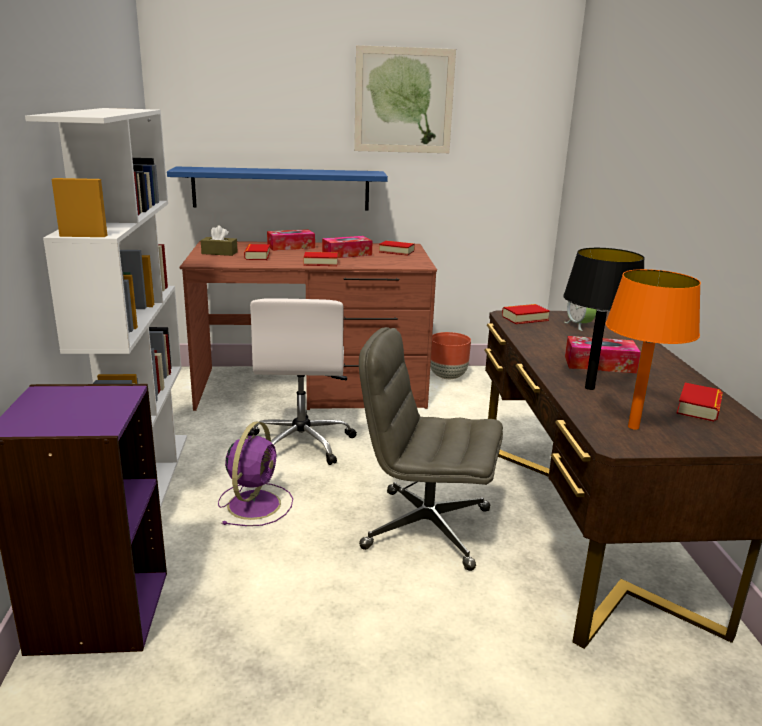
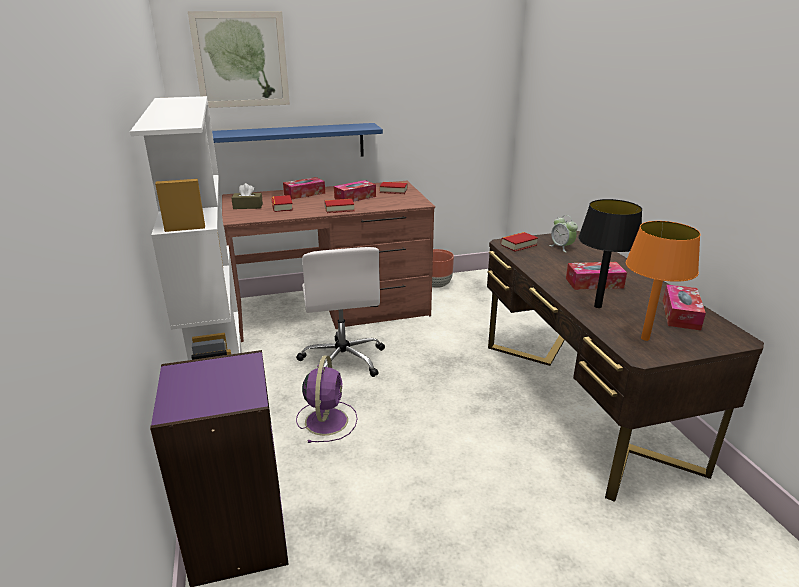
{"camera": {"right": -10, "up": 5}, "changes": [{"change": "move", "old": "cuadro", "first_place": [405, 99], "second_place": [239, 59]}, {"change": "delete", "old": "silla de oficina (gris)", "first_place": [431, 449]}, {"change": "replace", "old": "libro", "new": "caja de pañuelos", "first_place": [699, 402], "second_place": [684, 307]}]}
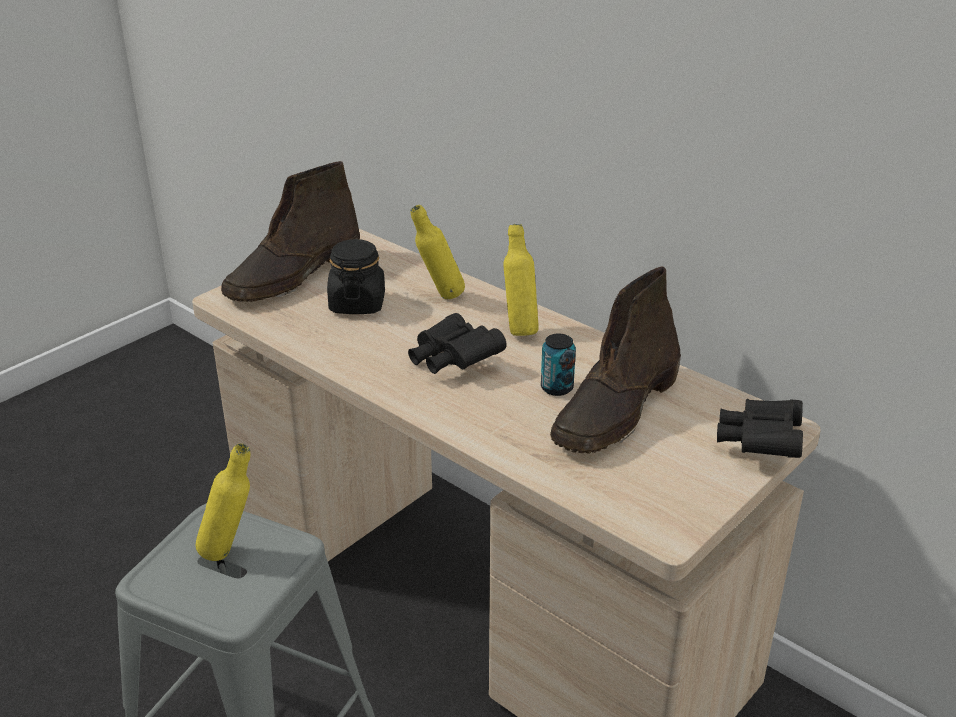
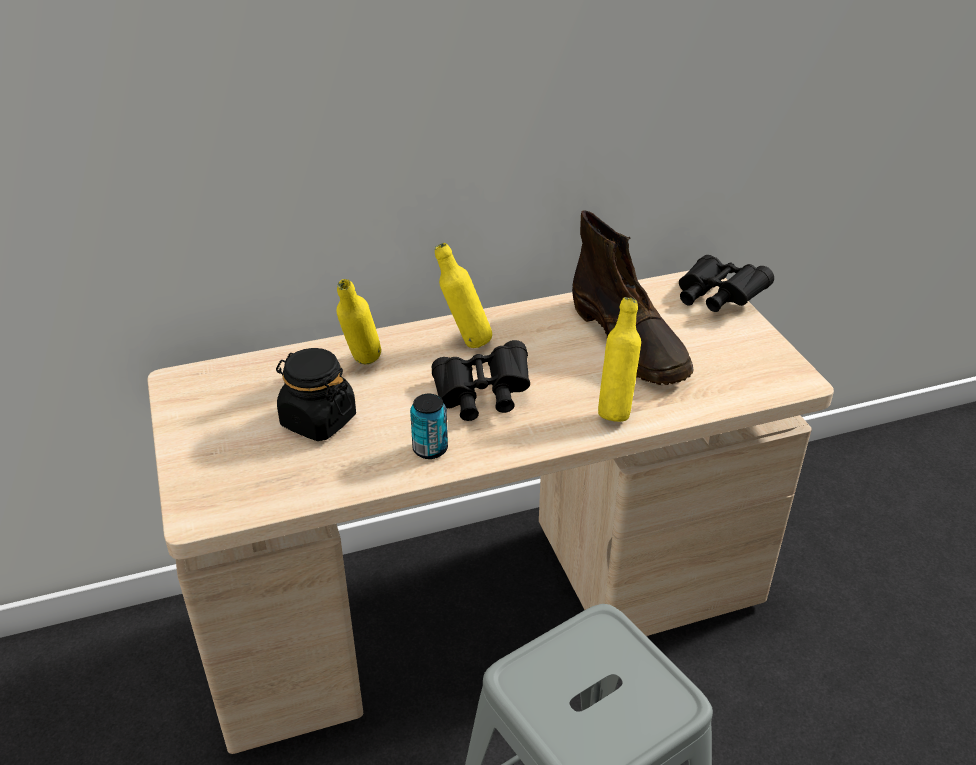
{"camera": {"right": -60, "up": 5}, "changes": [{"change": "move", "old": "botella (amarillo)", "first_place": [223, 502], "second_place": [619, 359]}, {"change": "delete", "old": "bota (marrón)", "first_place": [290, 231]}, {"change": "move", "old": "lata", "first_place": [558, 364], "second_place": [429, 426]}]}
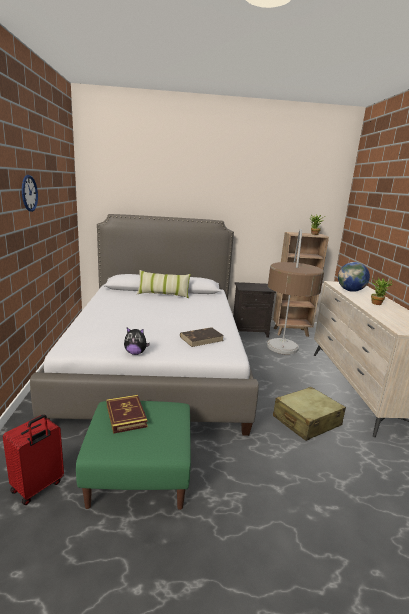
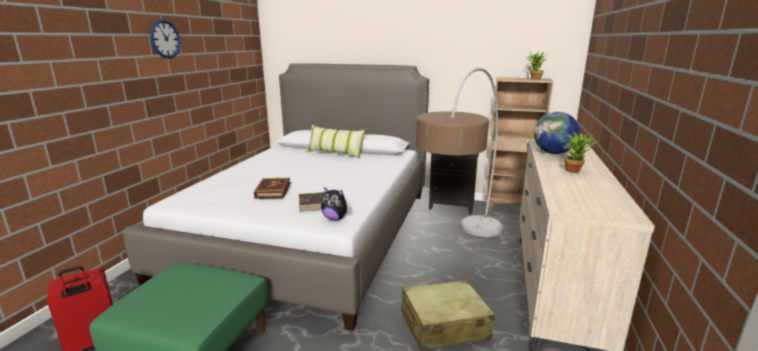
{"camera": {"right": 20, "up": 0}, "changes": [{"change": "move", "old": "libro", "first_place": [127, 414], "second_place": [272, 188]}, {"change": "move", "old": "peluche", "first_place": [137, 341], "second_place": [336, 204]}]}
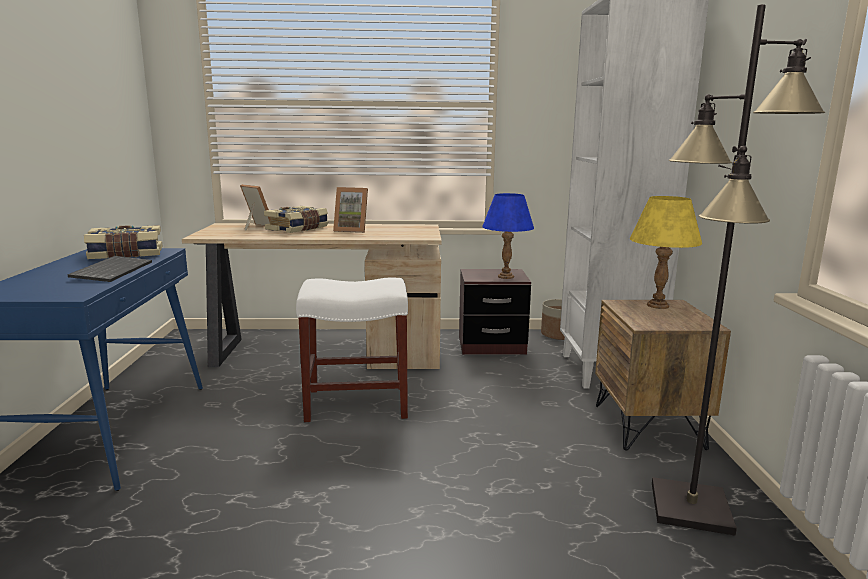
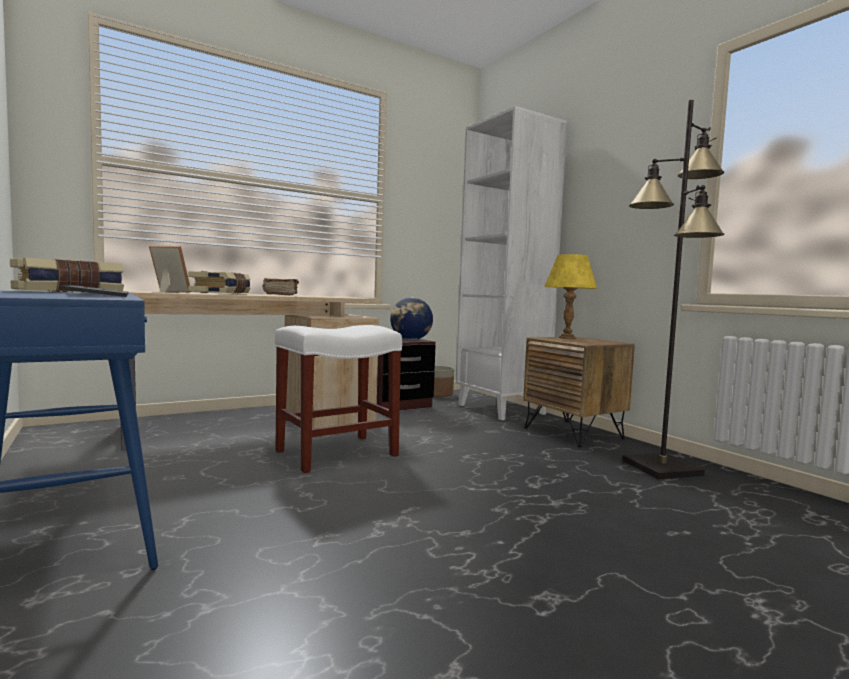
{"camera": {"right": -30, "up": -10}, "changes": [{"change": "replace", "old": "portarretratos", "new": "libro (marrón)", "first_place": [350, 210], "second_place": [280, 286]}, {"change": "replace", "old": "lámpara de mesa (azul)", "new": "globo terráqueo", "first_place": [508, 236], "second_place": [411, 318]}]}
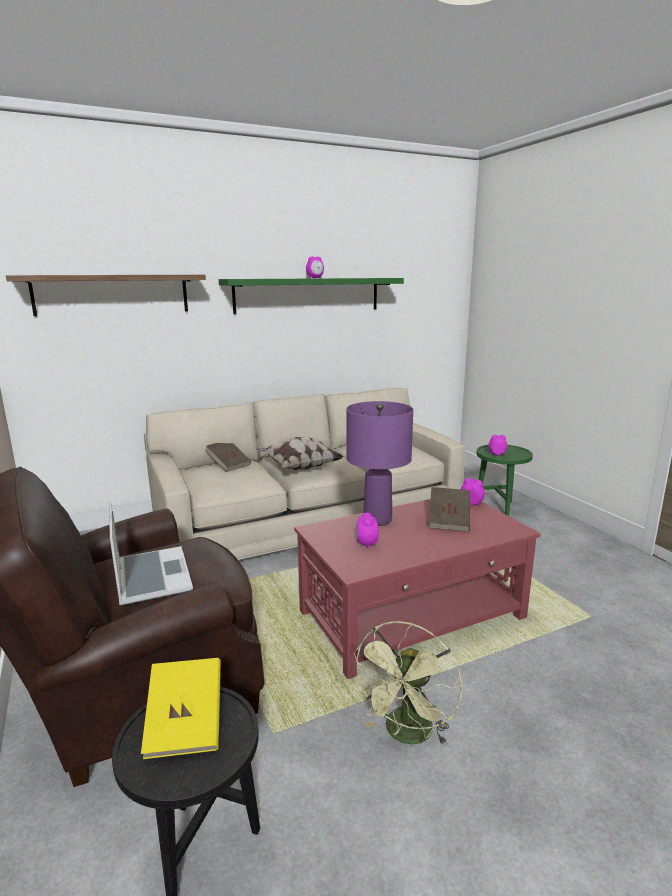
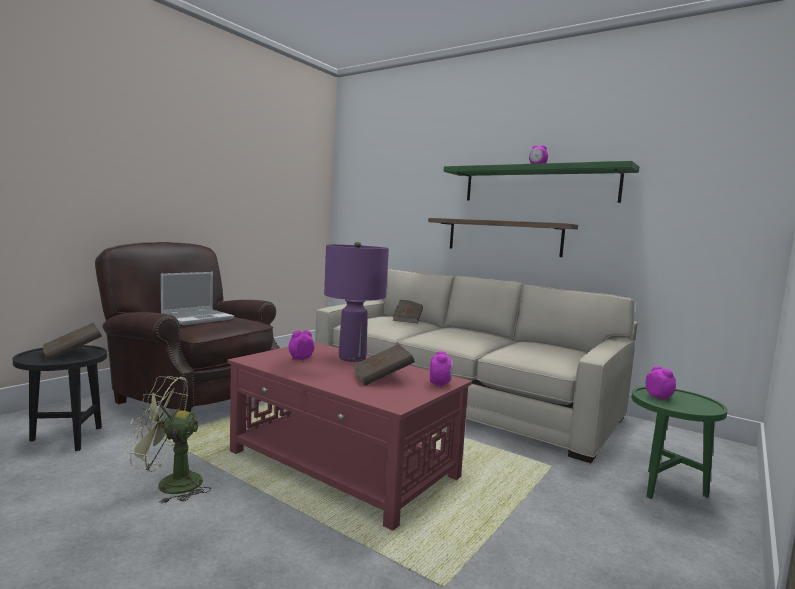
{"camera": {"right": 60, "up": -10}, "changes": [{"change": "move", "old": "estante", "first_place": [106, 295], "second_place": [503, 237]}, {"change": "recolor", "old": "libro (amarillo)", "new": "libro (marrón)", "first_place": [181, 708], "second_place": [72, 341]}, {"change": "delete", "old": "cojín", "first_place": [299, 453]}]}
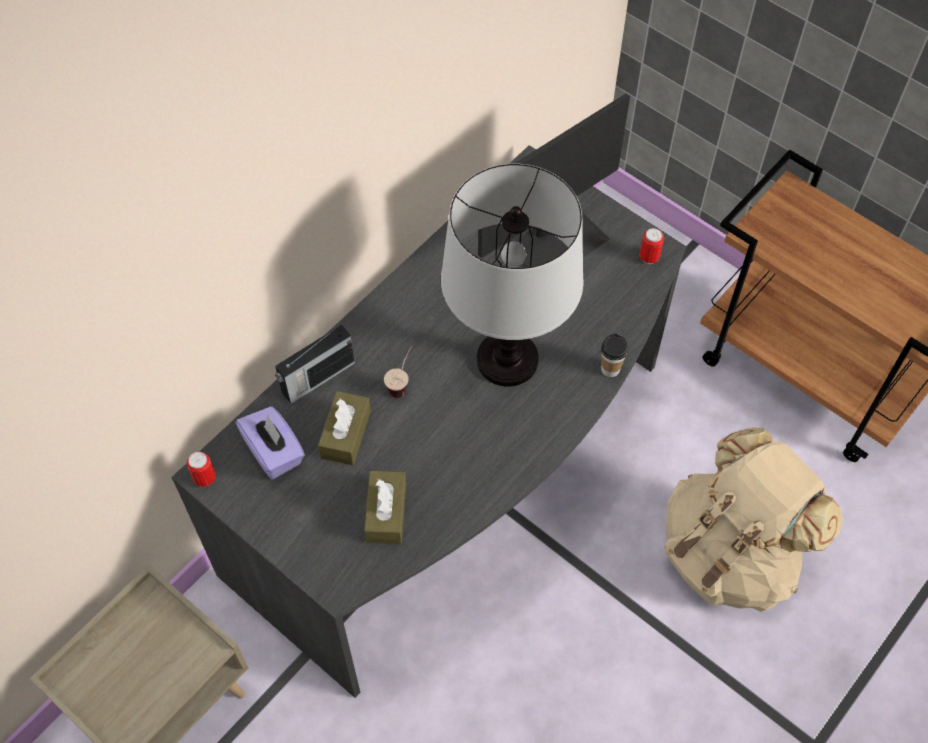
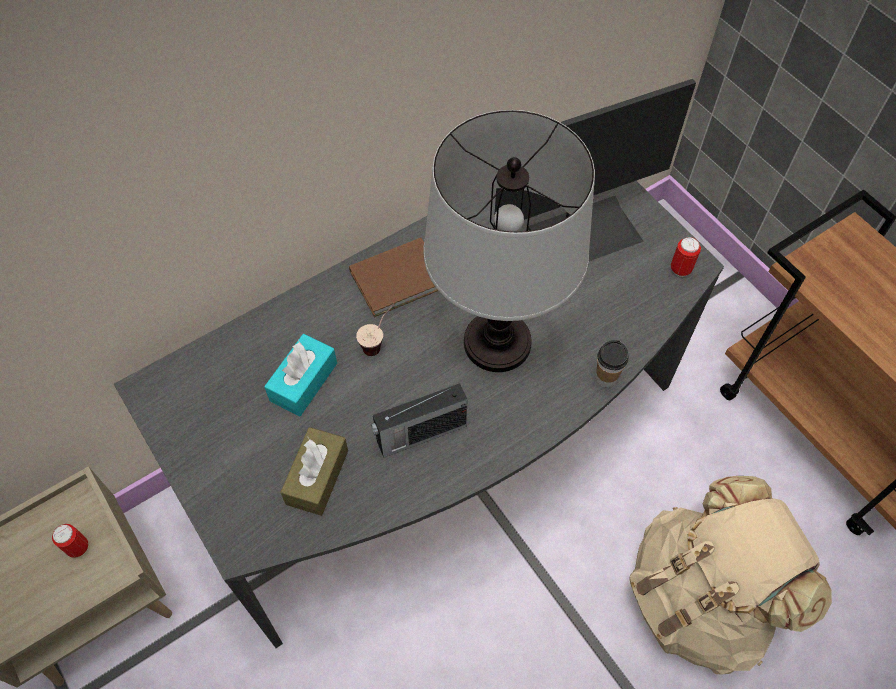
{"camera": {"right": 15, "up": 0}, "changes": [{"change": "move", "old": "lata", "first_place": [201, 469], "second_place": [70, 541]}, {"change": "delete", "old": "caja de pañuelos (morado)", "first_place": [270, 442]}, {"change": "move", "old": "radio", "first_place": [315, 364], "second_place": [419, 420]}, {"change": "recolor", "old": "caja de pañuelos (marrón)", "new": "caja de pañuelos (turquesa)", "first_place": [344, 428], "second_place": [300, 375]}, {"change": "insert", "new": "libro (marrón)", "second_place": [393, 277]}]}
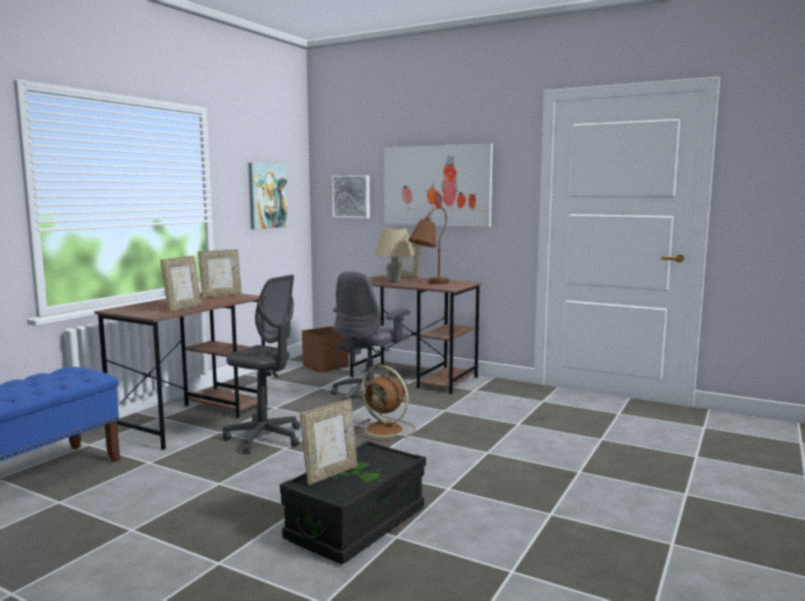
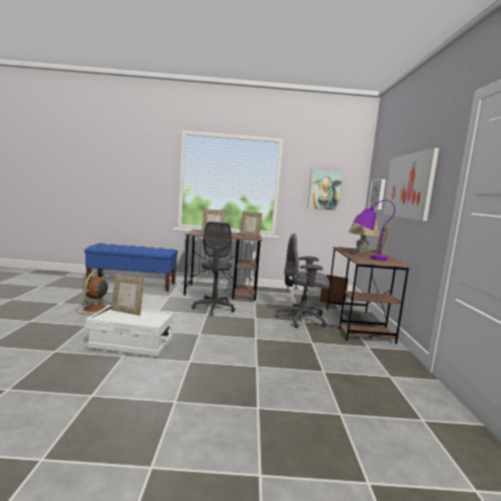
{"camera": {"right": 60, "up": 0}, "changes": [{"change": "recolor", "old": "caja de almacenaje (negro)", "new": "caja de almacenaje (blanco)", "first_place": [353, 502], "second_place": [130, 331]}, {"change": "move", "old": "ventilador (marrón)", "first_place": [385, 403], "second_place": [94, 292]}, {"change": "recolor", "old": "lámpara de mesa (marrón)", "new": "lámpara de mesa (morado)", "first_place": [428, 245], "second_place": [374, 230]}]}
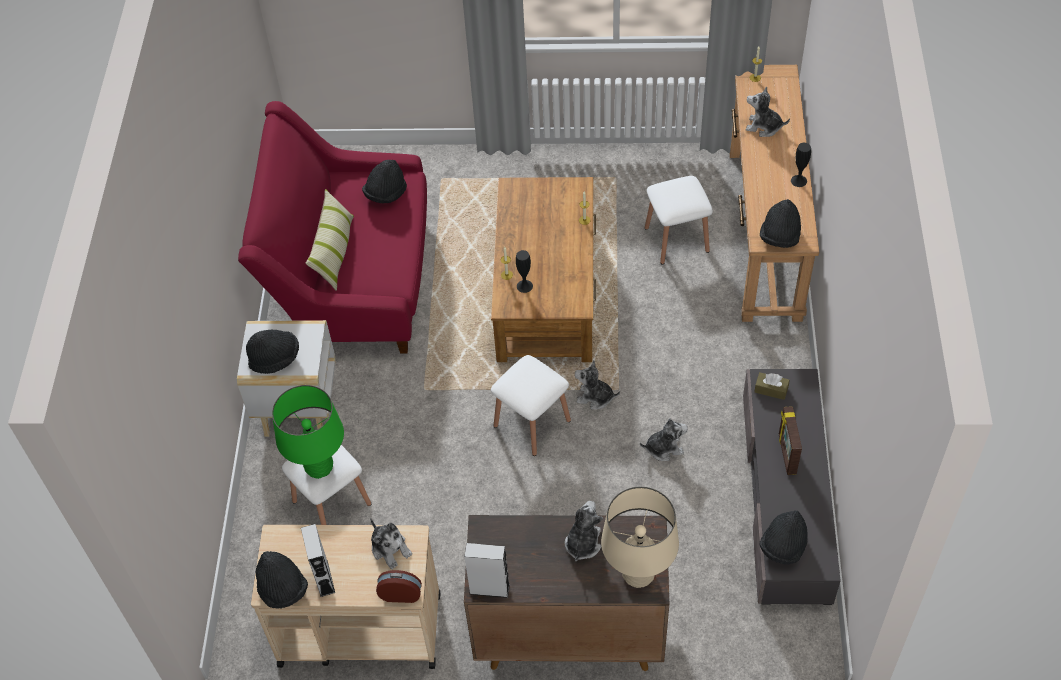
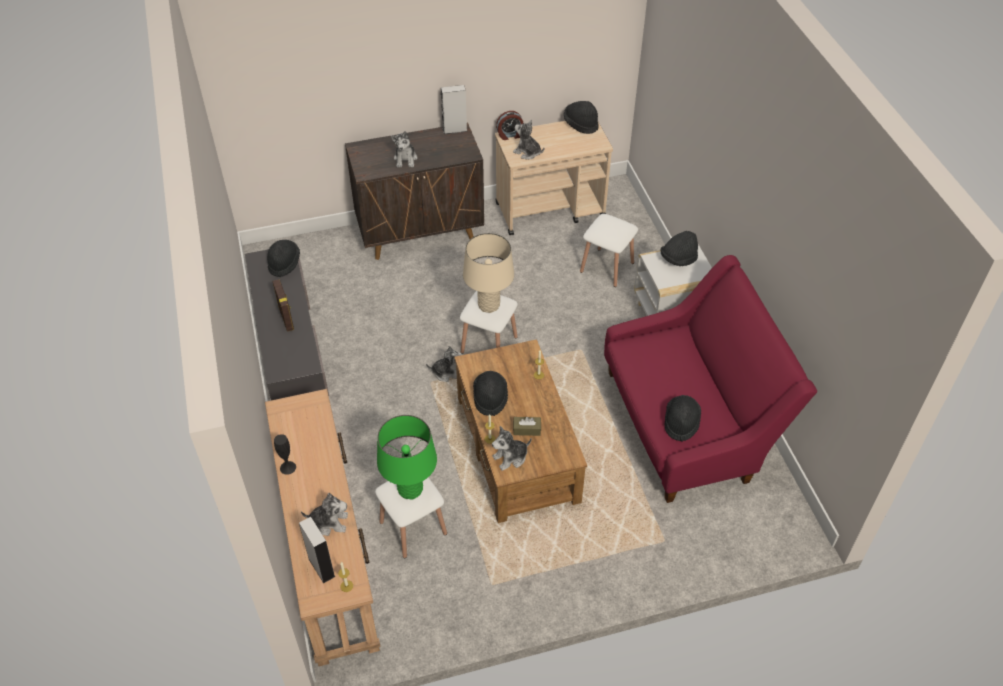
{"camera": {"right": 160, "up": -5}, "changes": [{"change": "move", "old": "lámpara de mesa (verde)", "first_place": [308, 432], "second_place": [407, 457]}, {"change": "move", "old": "altavoz (gris)", "first_place": [318, 560], "second_place": [317, 550]}, {"change": "delete", "old": "cojín", "first_place": [330, 240]}, {"change": "delete", "old": "florero (negro)", "first_place": [524, 271]}, {"change": "move", "old": "lámpara de mesa (beis)", "first_place": [640, 537], "second_place": [488, 273]}, {"change": "move", "old": "peluche", "first_place": [664, 439], "second_place": [512, 448]}, {"change": "move", "old": "caja de pañuelos (marrón)", "first_place": [772, 386], "second_place": [527, 426]}, {"change": "move", "old": "sombrero (negro)", "first_place": [780, 223], "second_place": [490, 393]}]}
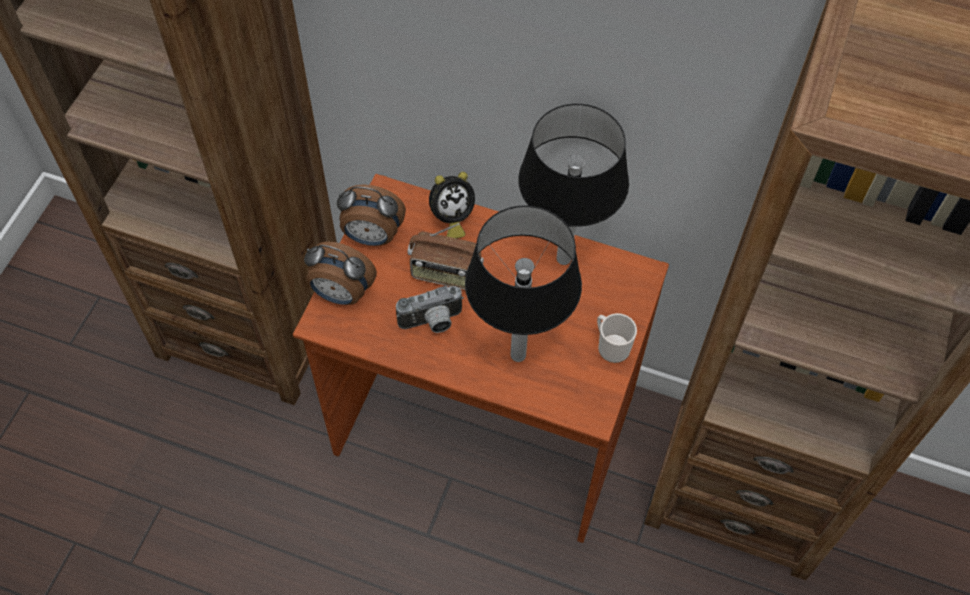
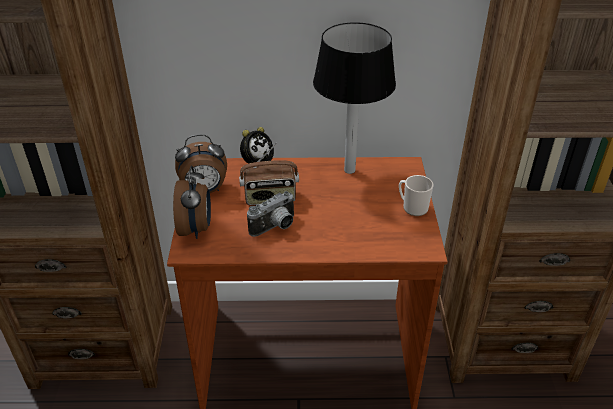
{"camera": {"right": -20, "up": -20}, "changes": [{"change": "rotate", "old": "despertador", "first_place": [340, 273], "second_place": [192, 202], "degrees": -90}, {"change": "delete", "old": "lámpara de mesa", "first_place": [523, 283]}]}
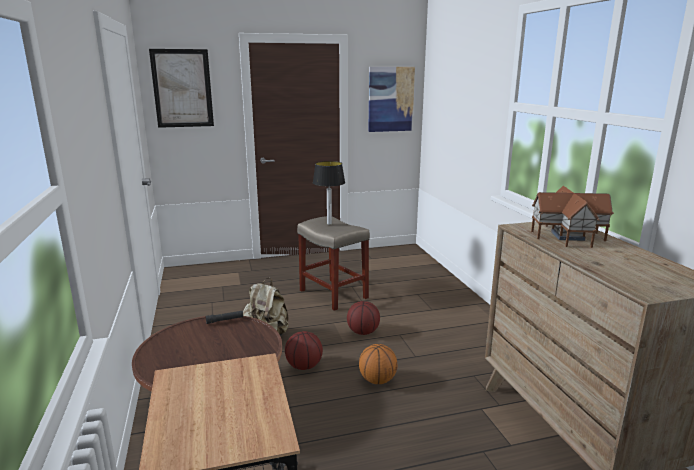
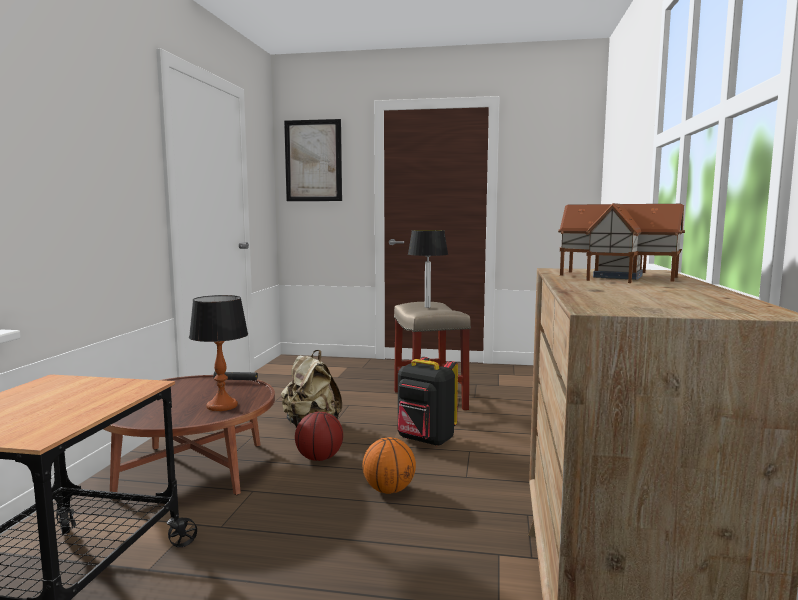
{"camera": {"right": 25, "up": -10}, "changes": [{"change": "replace", "old": "balón de baloncesto", "new": "mochila (negro)", "first_place": [363, 318], "second_place": [427, 401]}, {"change": "delete", "old": "cuadro", "first_place": [391, 99]}, {"change": "insert", "new": "lámpara de mesa", "second_place": [218, 353]}]}
